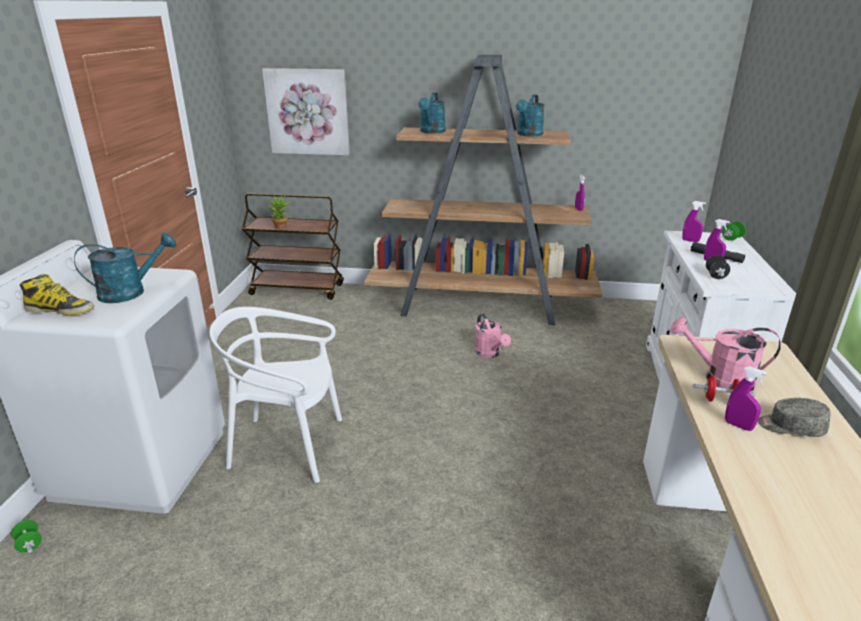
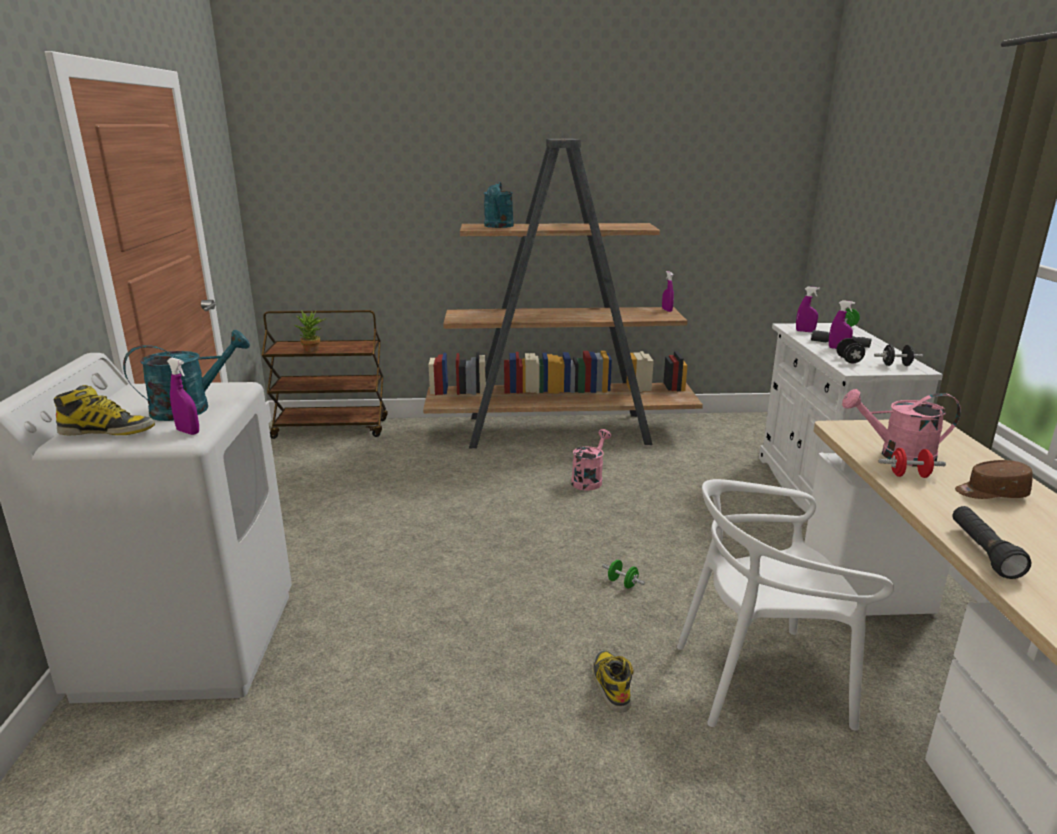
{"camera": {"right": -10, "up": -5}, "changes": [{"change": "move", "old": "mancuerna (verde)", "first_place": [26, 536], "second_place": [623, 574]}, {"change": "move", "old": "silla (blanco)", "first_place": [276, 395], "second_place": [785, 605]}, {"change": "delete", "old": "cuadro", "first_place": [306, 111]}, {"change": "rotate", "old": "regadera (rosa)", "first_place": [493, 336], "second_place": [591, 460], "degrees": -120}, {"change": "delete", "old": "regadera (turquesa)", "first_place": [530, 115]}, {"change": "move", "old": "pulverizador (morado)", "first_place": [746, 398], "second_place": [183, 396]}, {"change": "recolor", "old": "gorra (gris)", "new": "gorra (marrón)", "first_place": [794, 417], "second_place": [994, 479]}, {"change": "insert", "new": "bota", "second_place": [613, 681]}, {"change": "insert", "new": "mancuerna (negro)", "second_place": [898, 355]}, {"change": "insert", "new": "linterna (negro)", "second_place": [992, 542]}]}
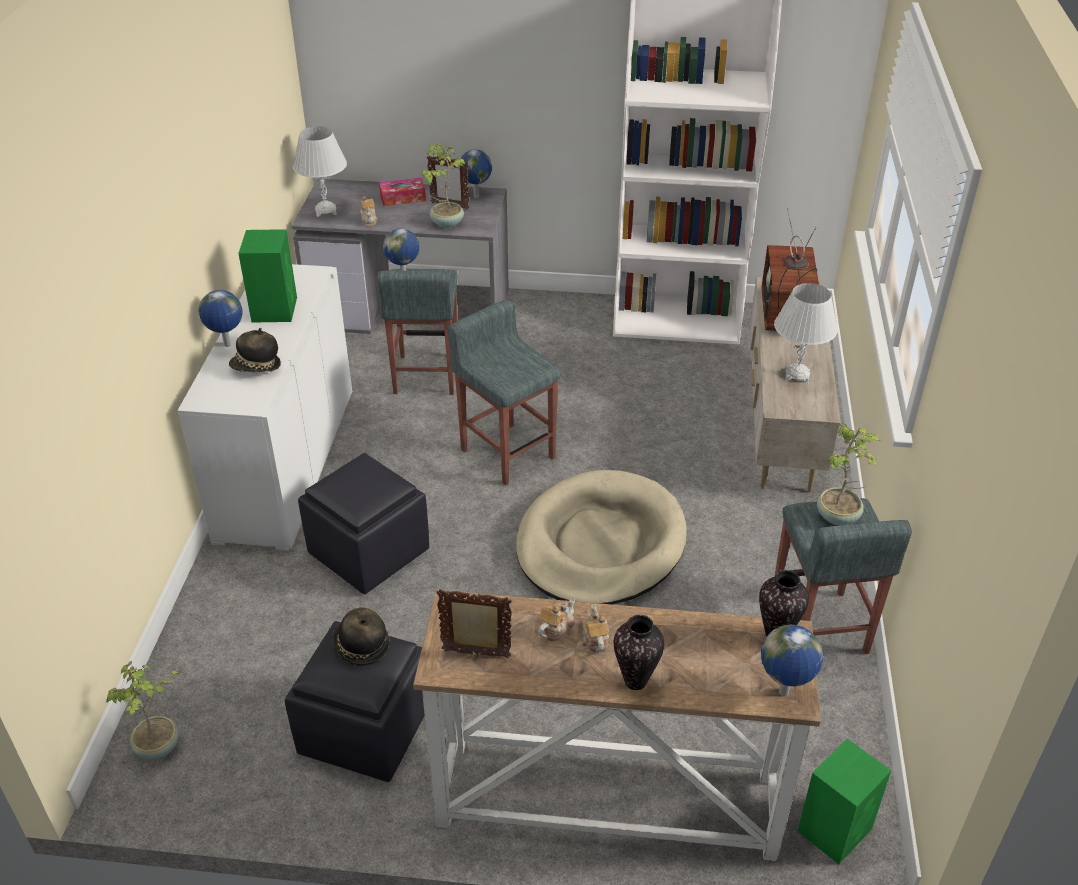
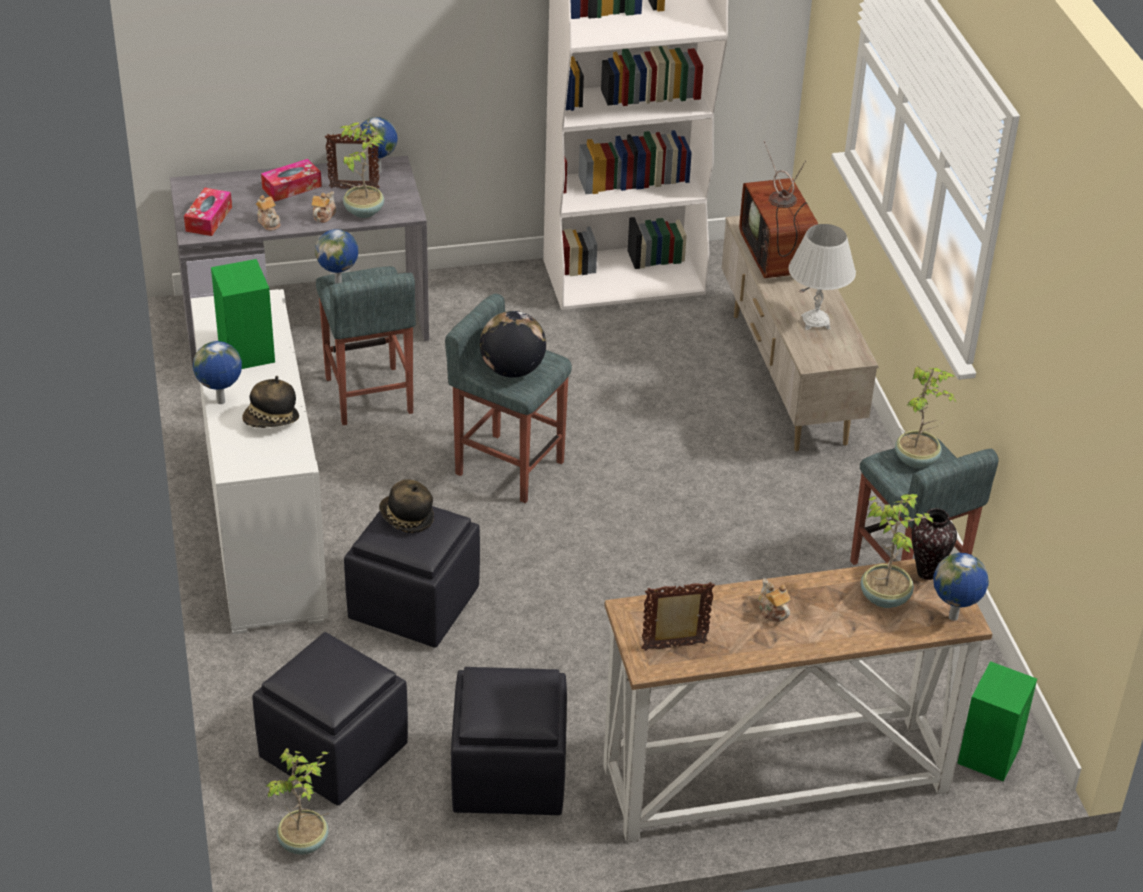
{"camera": {"right": -20, "up": 0}, "changes": [{"change": "replace", "old": "lámpara de mesa (blanco)", "new": "caja de pañuelos", "first_place": [320, 171], "second_place": [208, 212]}, {"change": "move", "old": "sombrero", "first_place": [361, 636], "second_place": [406, 506]}, {"change": "delete", "old": "cama para perro (beis)", "first_place": [601, 537]}, {"change": "move", "old": "tetera", "first_place": [556, 620], "second_place": [324, 207]}, {"change": "delete", "old": "florero", "first_place": [639, 652]}, {"change": "insert", "new": "puf (negro)", "second_place": [330, 719]}, {"change": "insert", "new": "globo terráqueo", "second_place": [513, 344]}, {"change": "insert", "new": "planta en maceta", "second_place": [897, 551]}]}
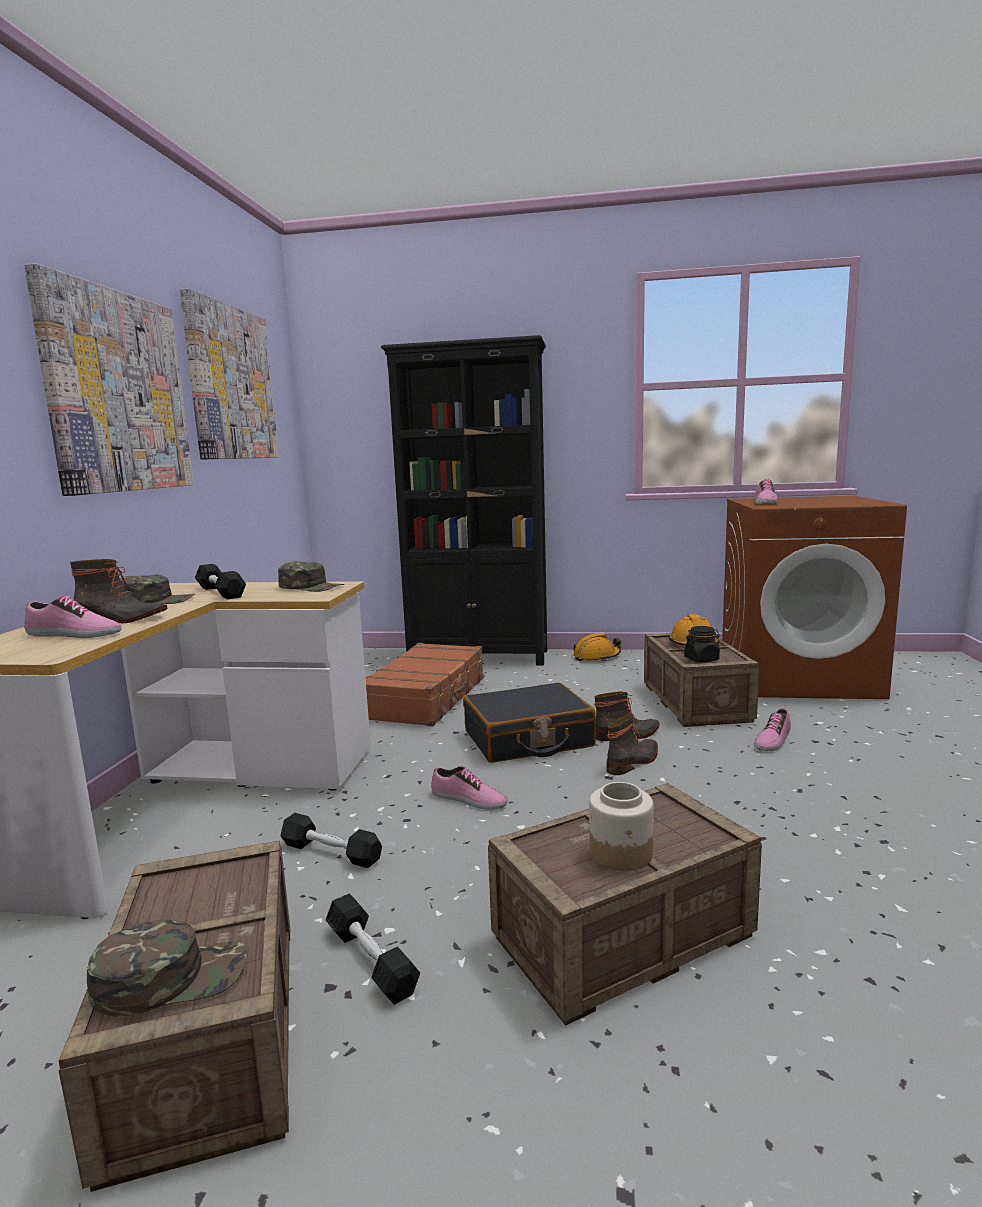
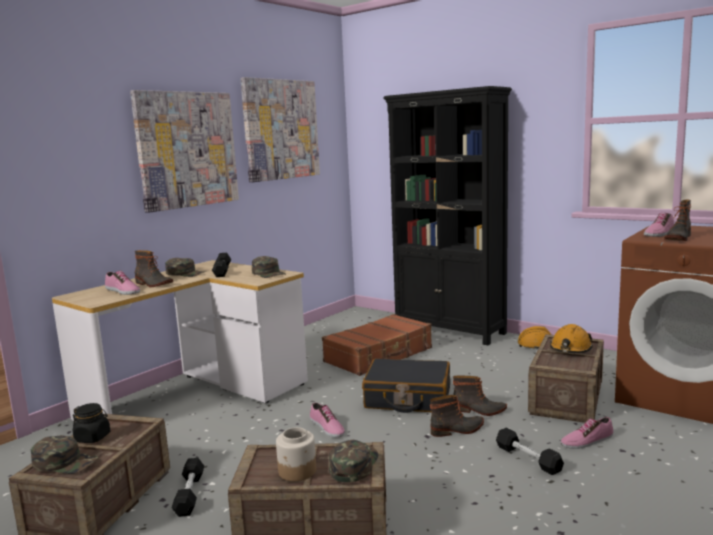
{"camera": {"right": 30, "up": 0}, "changes": [{"change": "move", "old": "mancuerna (negro)", "first_place": [331, 840], "second_place": [530, 451]}, {"change": "move", "old": "tarro (negro)", "first_place": [702, 644], "second_place": [91, 423]}, {"change": "insert", "new": "gorra (verde)", "second_place": [354, 461]}, {"change": "insert", "new": "bota", "second_place": [677, 220]}]}
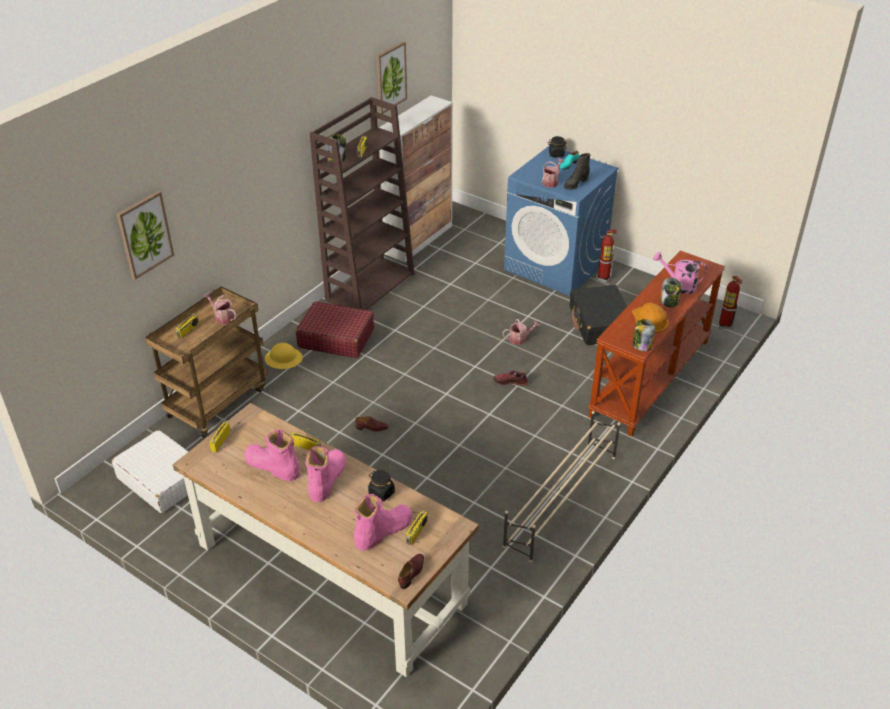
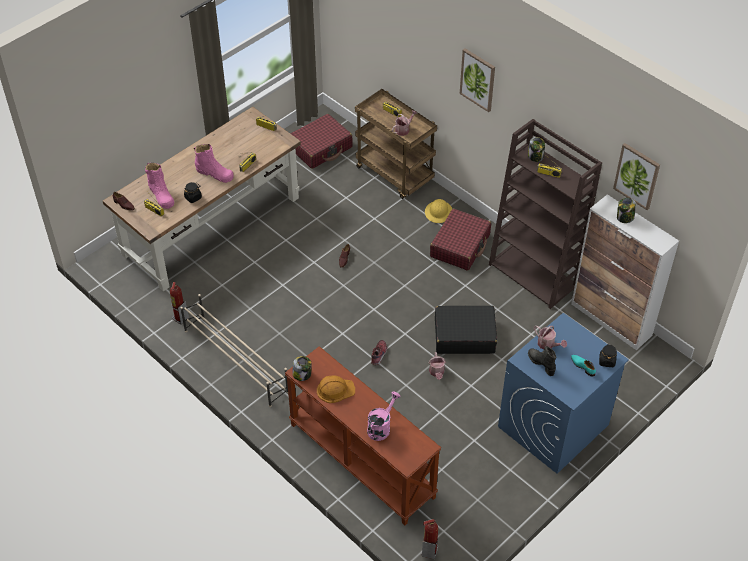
{"camera": {"right": 100, "up": 10}, "changes": [{"change": "recolor", "old": "maleta (blanco)", "new": "maleta (rojo)", "first_place": [150, 471], "second_place": [321, 141]}, {"change": "move", "old": "cuadro", "first_place": [145, 235], "second_place": [477, 80]}, {"change": "delete", "old": "bota (rosa)", "first_place": [272, 455]}, {"change": "move", "old": "maleta (negro)", "first_place": [598, 315], "second_place": [466, 330]}, {"change": "move", "old": "extintor", "first_place": [606, 256], "second_place": [179, 303]}, {"change": "move", "old": "tarro", "first_place": [671, 293], "second_place": [626, 210]}]}
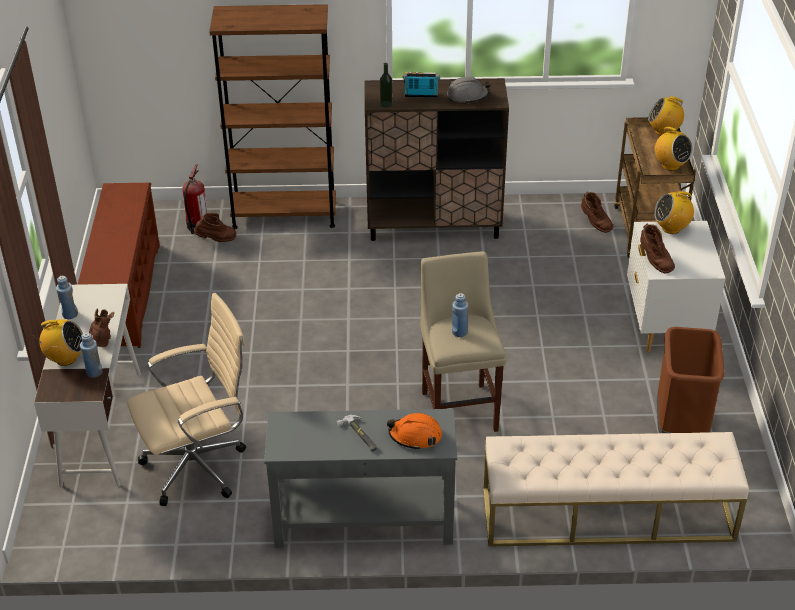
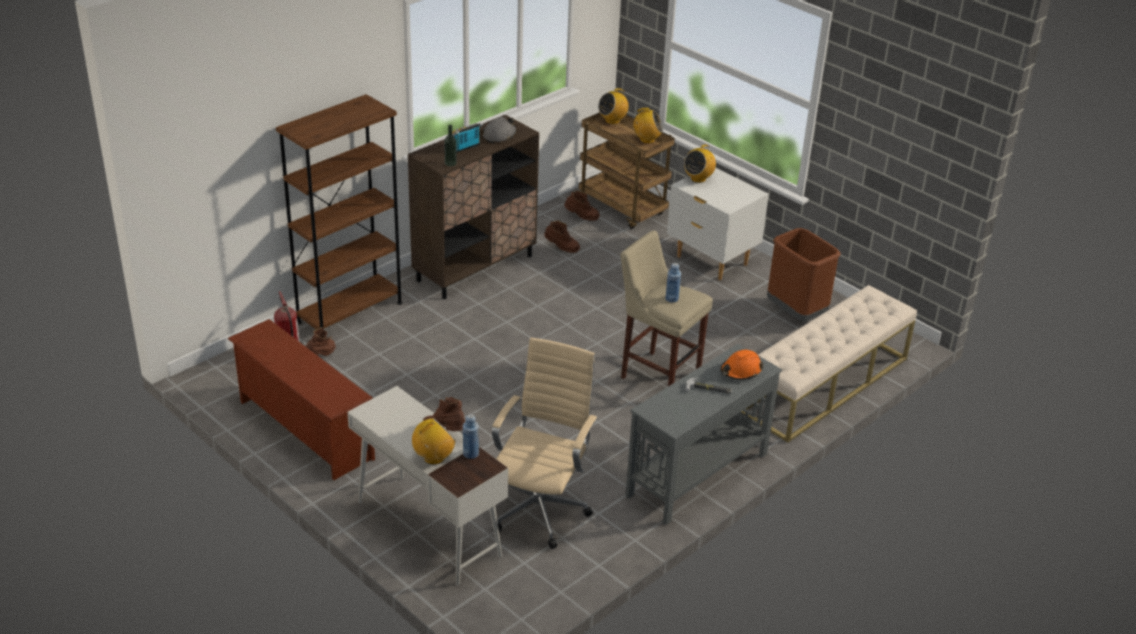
{"camera": {"right": -45, "up": -5}, "changes": [{"change": "delete", "old": "botella (azul)", "first_place": [67, 297]}, {"change": "move", "old": "bota (marrón)", "first_place": [657, 248], "second_place": [562, 237]}]}
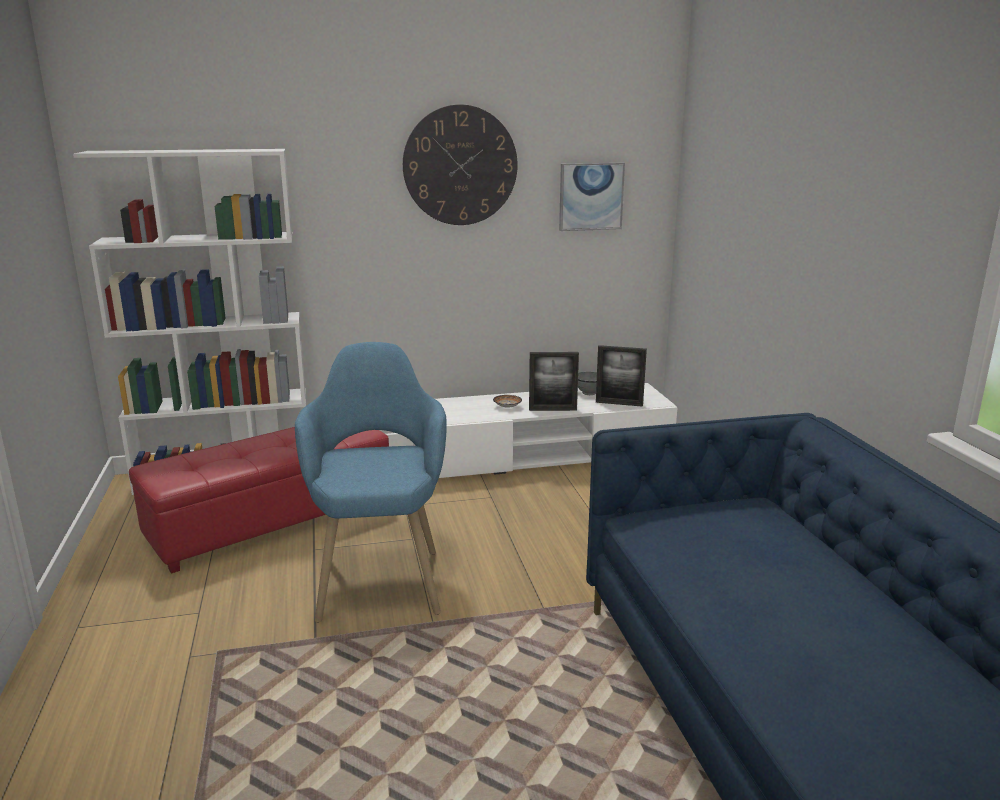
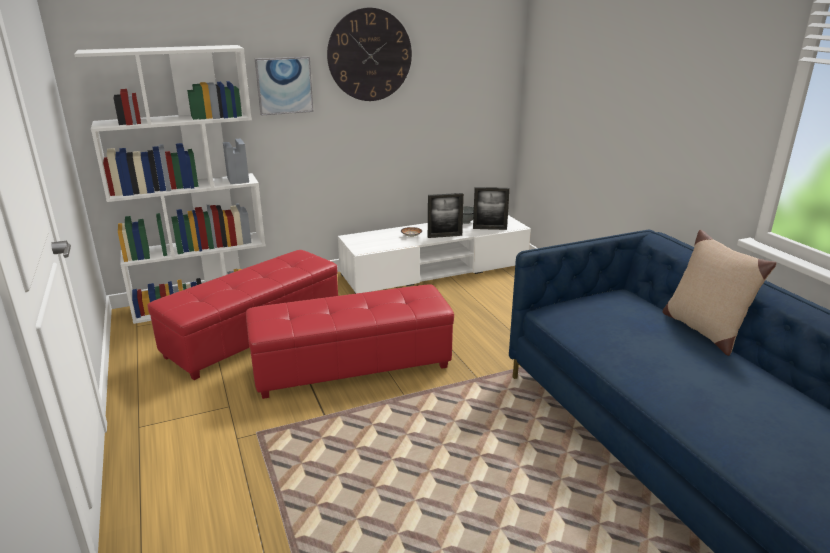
{"camera": {"right": -10, "up": 5}, "changes": [{"change": "replace", "old": "sillón (azul)", "new": "puf (rojo)", "first_place": [371, 482], "second_place": [350, 341]}, {"change": "move", "old": "cuadro", "first_place": [592, 197], "second_place": [284, 86]}, {"change": "insert", "new": "cojín (beis)", "second_place": [720, 293]}]}
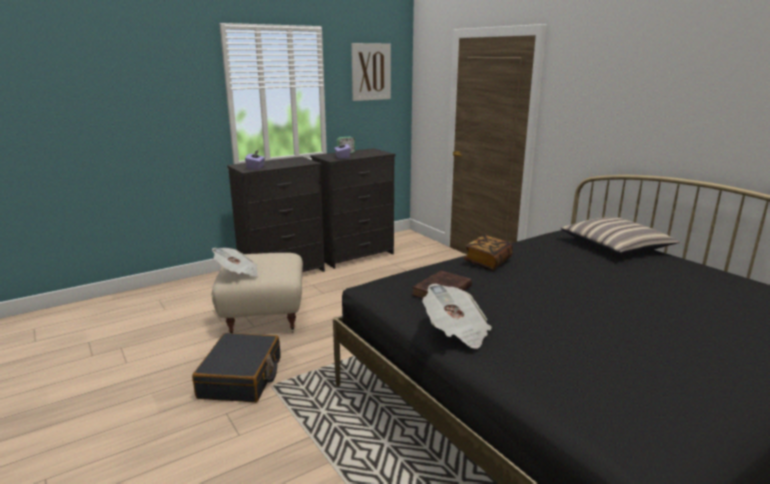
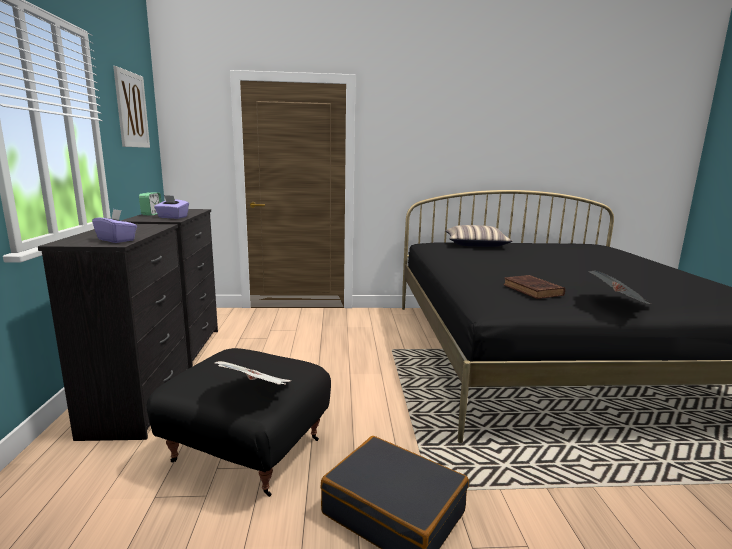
{"camera": {"right": -60, "up": -5}, "changes": [{"change": "recolor", "old": "puf (beis)", "new": "puf (negro)", "first_place": [257, 293], "second_place": [239, 422]}, {"change": "delete", "old": "libro", "first_place": [488, 252]}]}
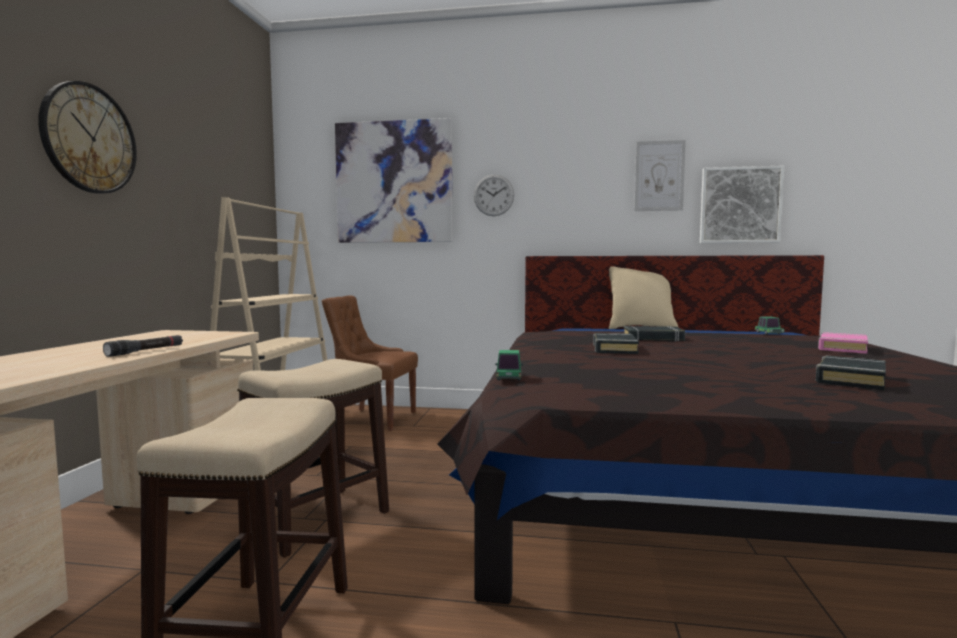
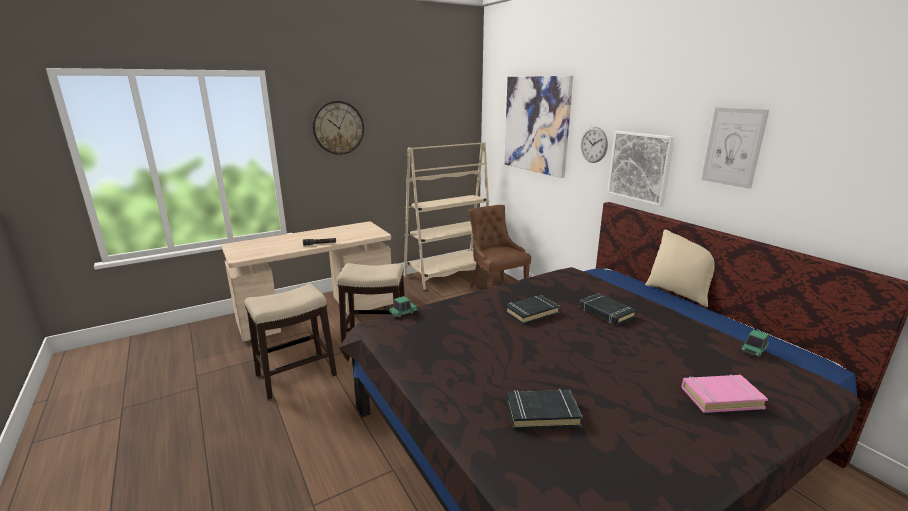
{"camera": {"right": 50, "up": 15}, "changes": [{"change": "move", "old": "cuadro", "first_place": [742, 204], "second_place": [641, 169]}]}
